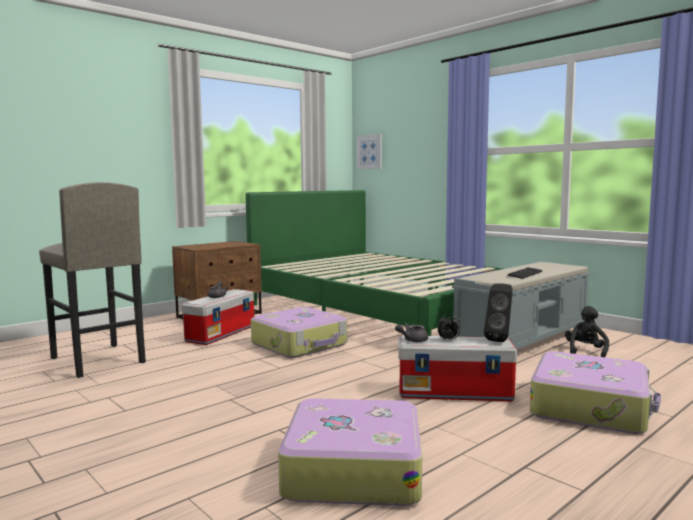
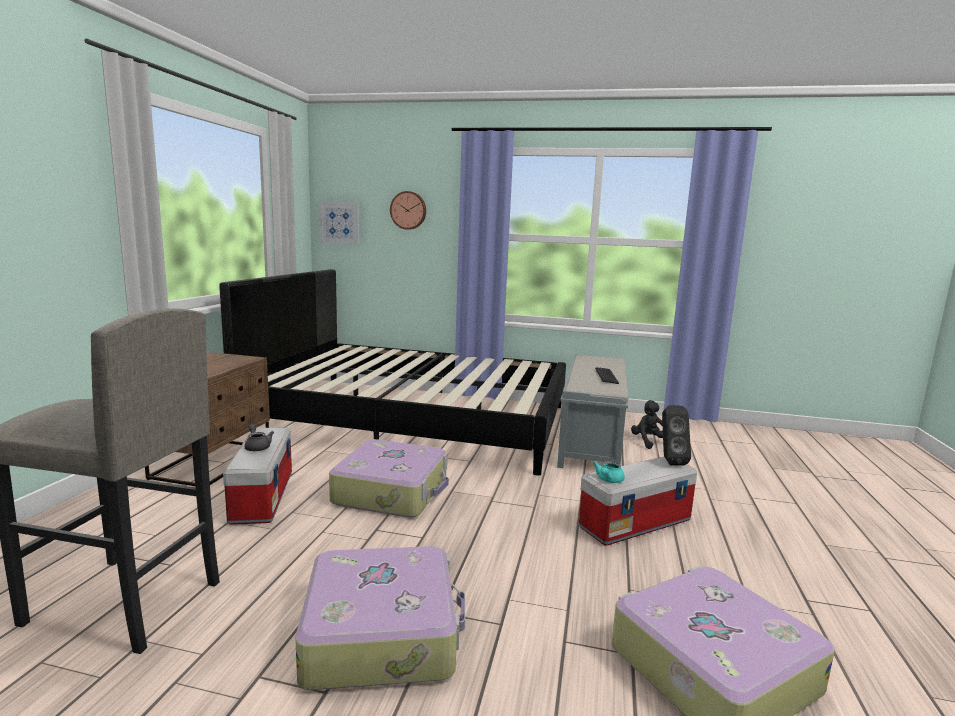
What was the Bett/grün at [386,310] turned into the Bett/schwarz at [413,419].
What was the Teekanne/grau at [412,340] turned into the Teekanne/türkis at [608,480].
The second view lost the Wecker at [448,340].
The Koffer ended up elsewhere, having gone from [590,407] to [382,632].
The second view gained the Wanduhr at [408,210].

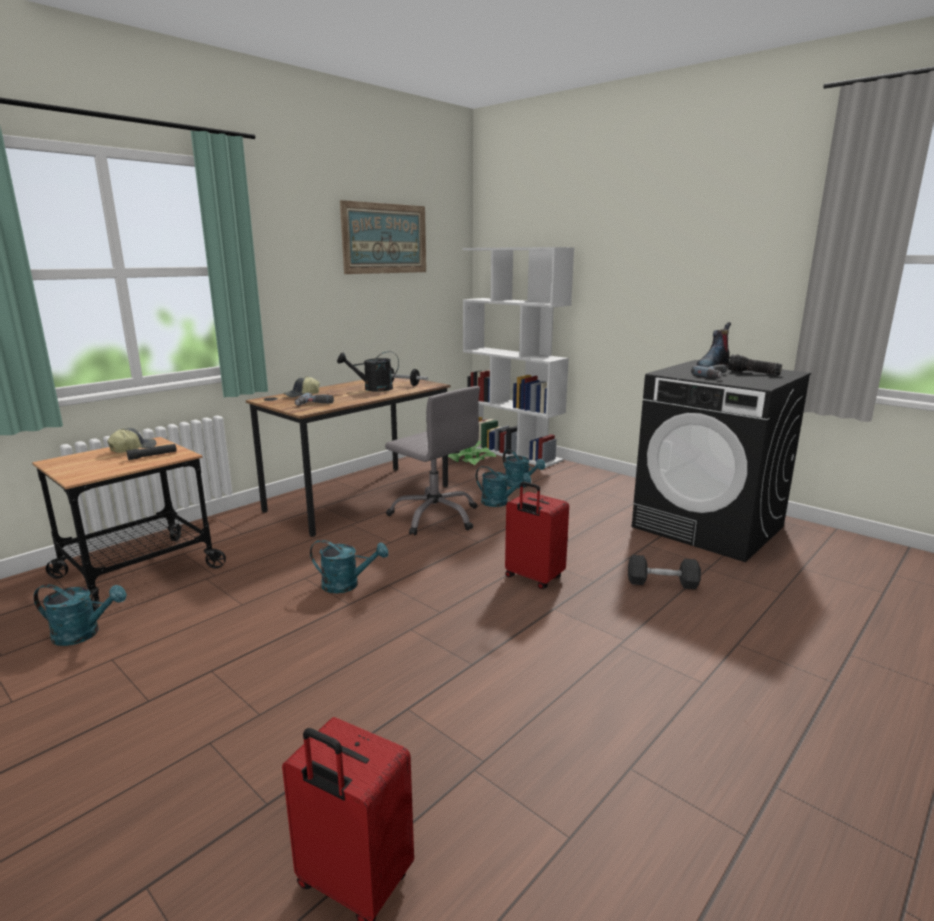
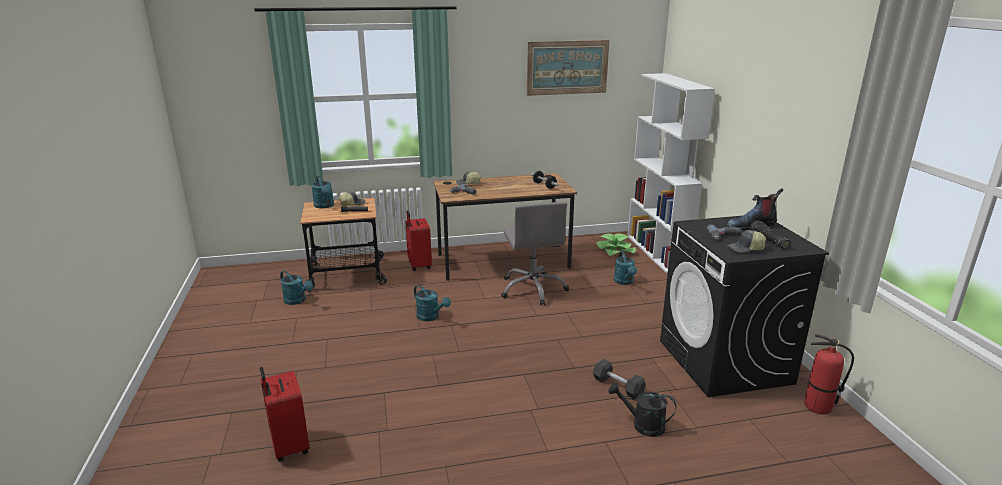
The Gießkanne/schwarz ended up elsewhere, having gone from [373,389] to [642,425].
The Gießkanne/türkis ended up elsewhere, having gone from [499,503] to [325,206].
The Koffer/rot ended up elsewhere, having gone from [533,578] to [418,265].
The second view gained the Kappe at [745,249].
The second view gained the Feuerlöscher at [817,407].

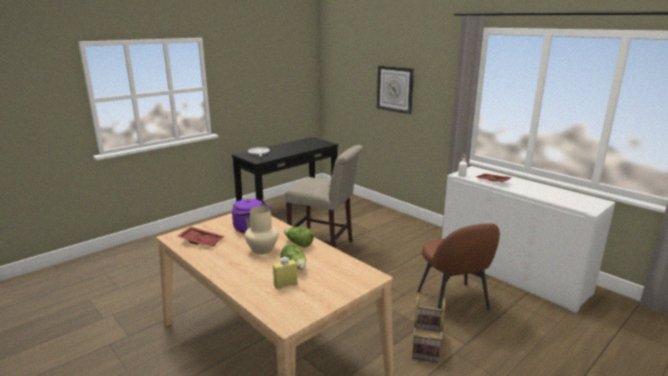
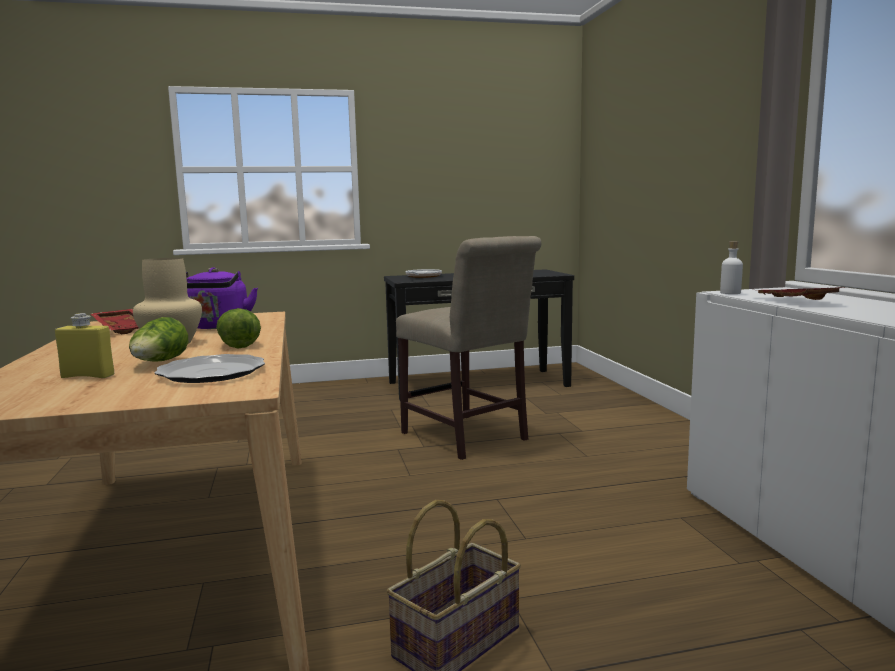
The second view lost the Wanduhr at [395,89].
The second view lost the Stuhl/braun at [453,301].
The second view gained the Teller at [211,372].

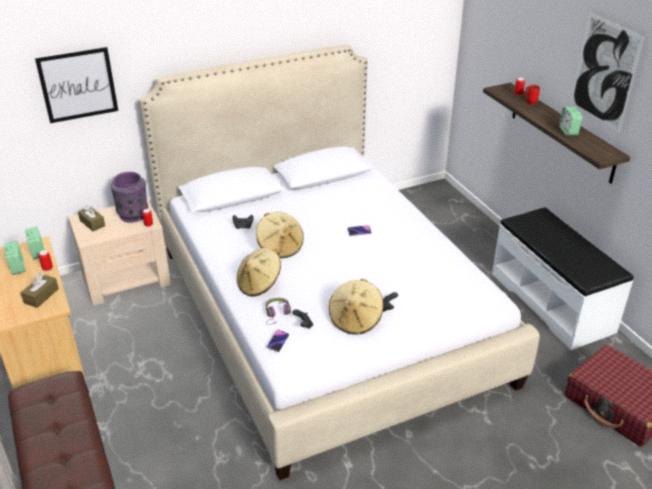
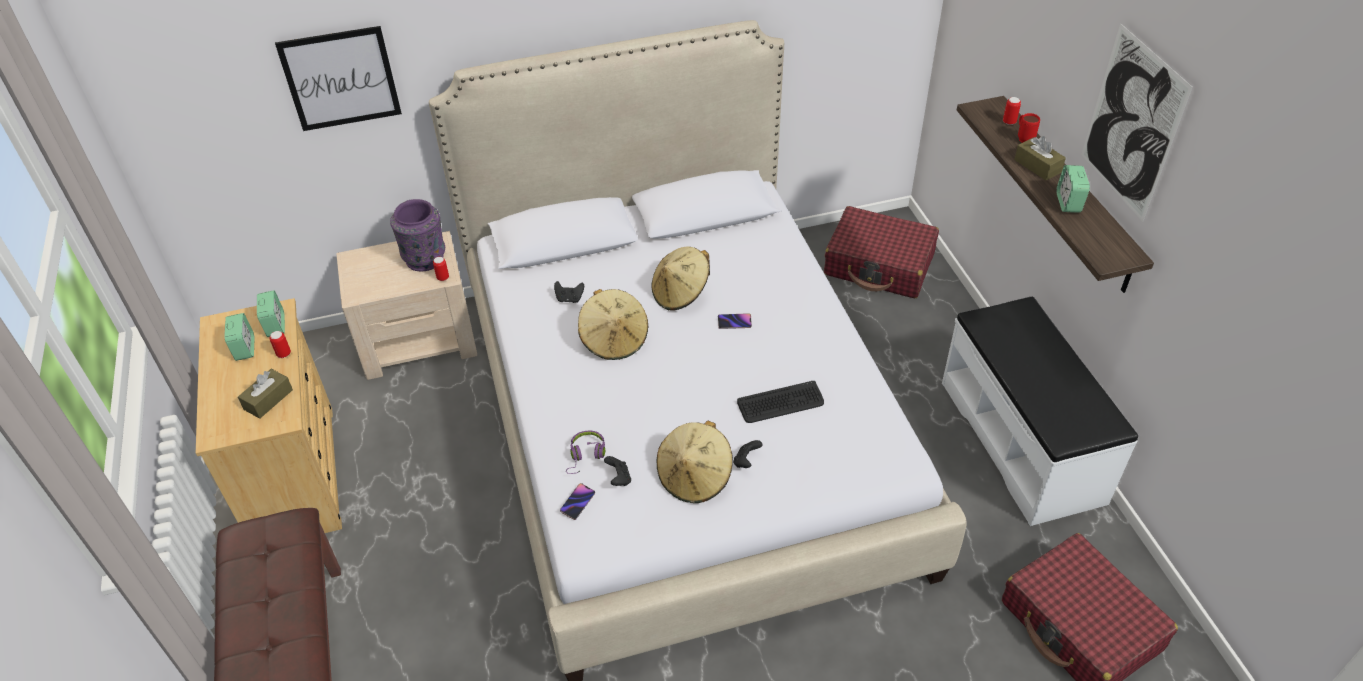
The Taschentuchbox/braun ended up elsewhere, having gone from [92,223] to [1037,166].
The Hut/beige ended up elsewhere, having gone from [259,284] to [680,293].
The second view gained the Tastatur at [780,403].
The second view gained the Koffer/rot at [879,265].

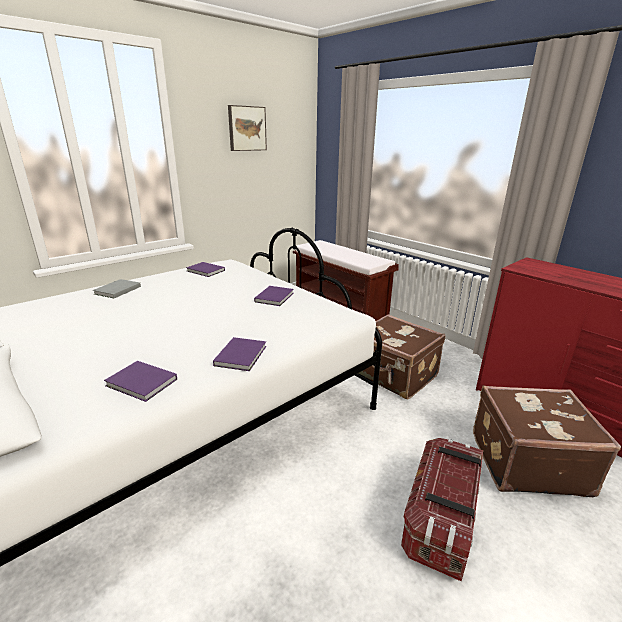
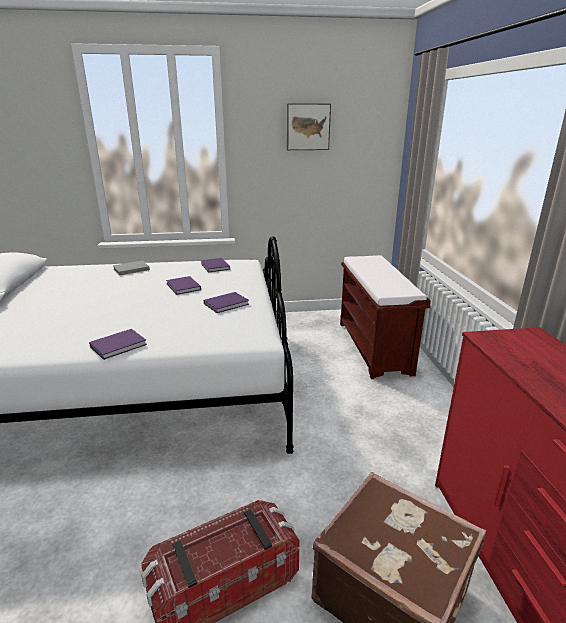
The Buch/lila ended up elsewhere, having gone from [142,383] to [183,287].
The second view lost the Koffer/braun at [394,375].

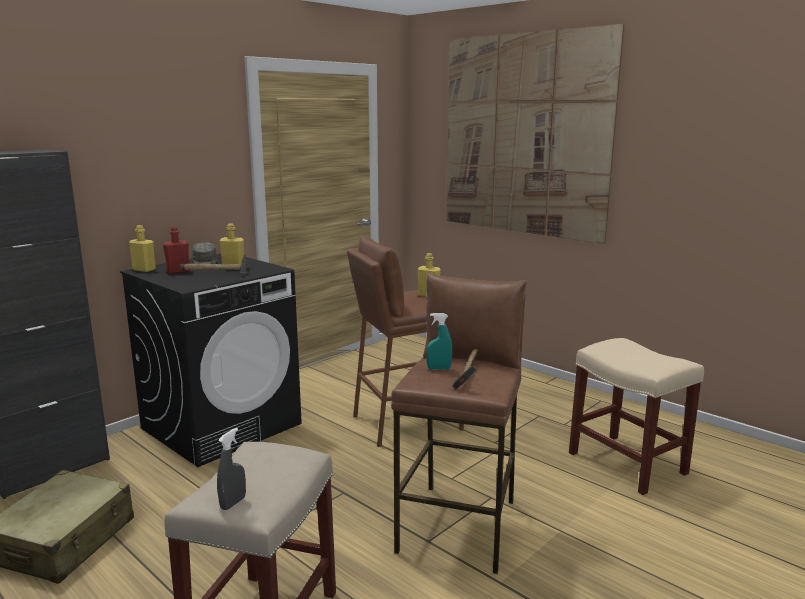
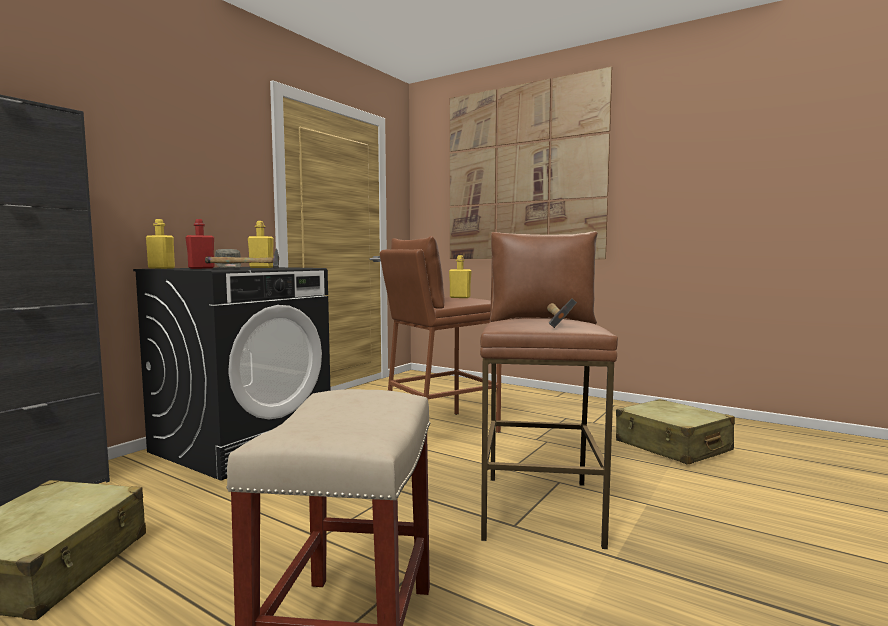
The second view lost the Sprühflasche/grau at [233,503].
The second view lost the Sprühflasche/türkis at [439,368].
Where the Hocker/beige stood at [628,464], the Koffer/beige came to stand at [672,446].

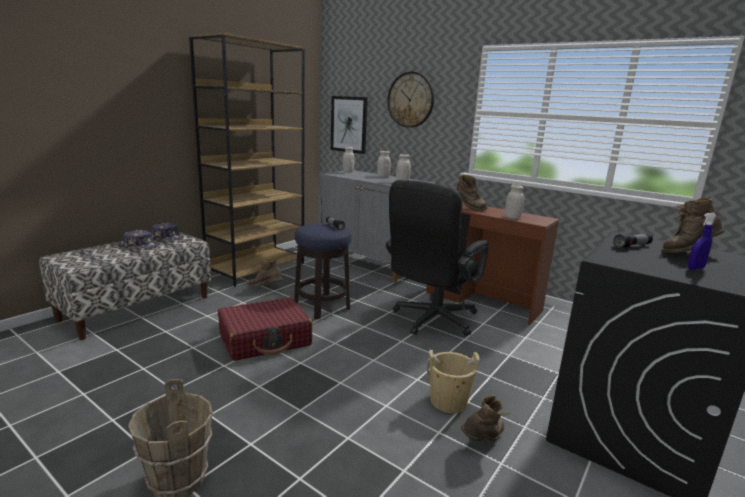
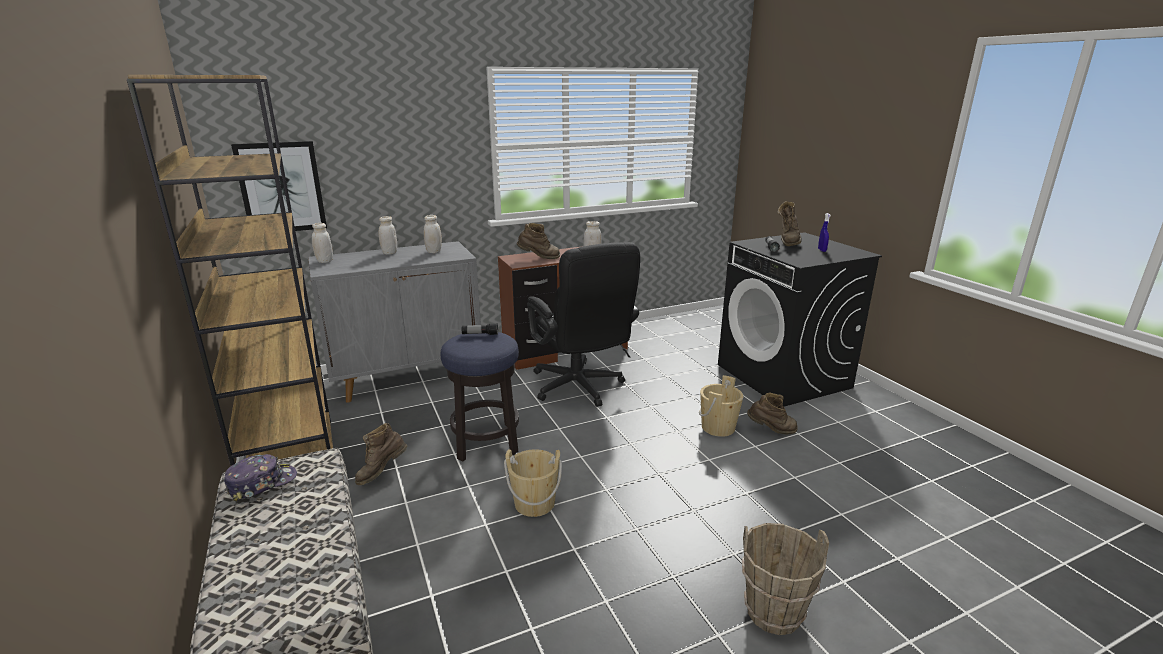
The second view lost the Kappe at [141,245].
Where the Koffer/rot stood at [265,339], the Eimer/beige came to stand at [534,503].
The second view lost the Wanduhr at [410,100].
The Stiefel/braun at [483,440] ended up facing another way, 105 degrees clockwise from before.

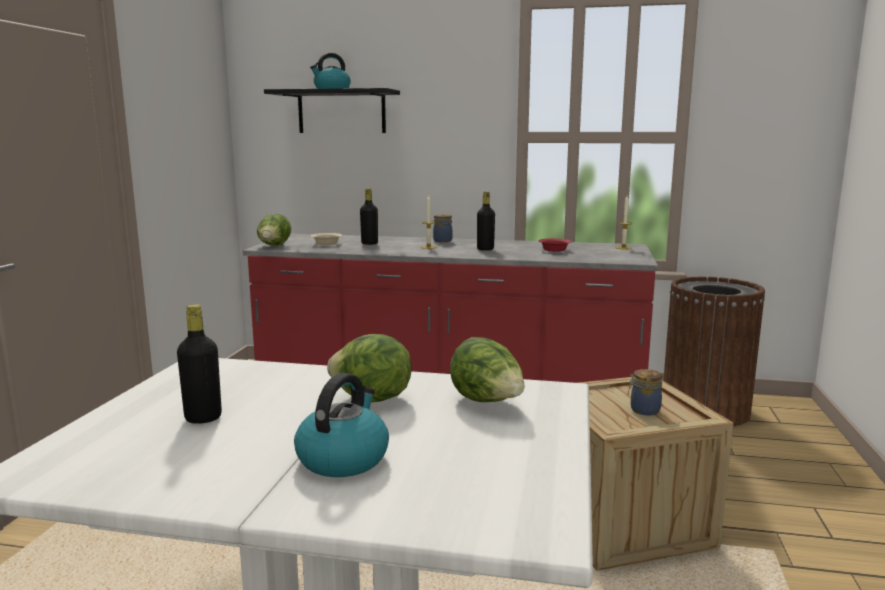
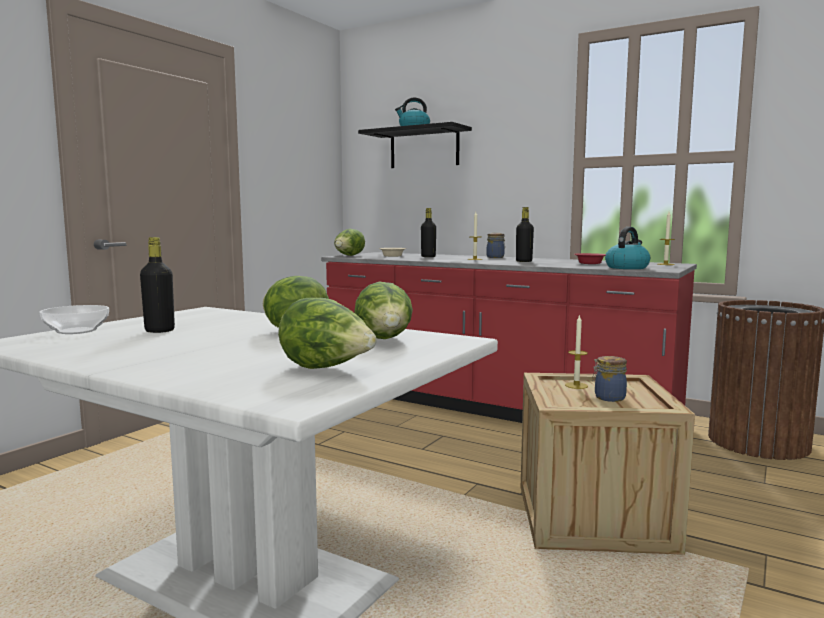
The Wasserkessel ended up elsewhere, having gone from [343,458] to [627,267].
The second view gained the Schüssel at [77,331].
The second view gained the Salatkopf at [327,369].
The second view gained the Kerze at [576,385].

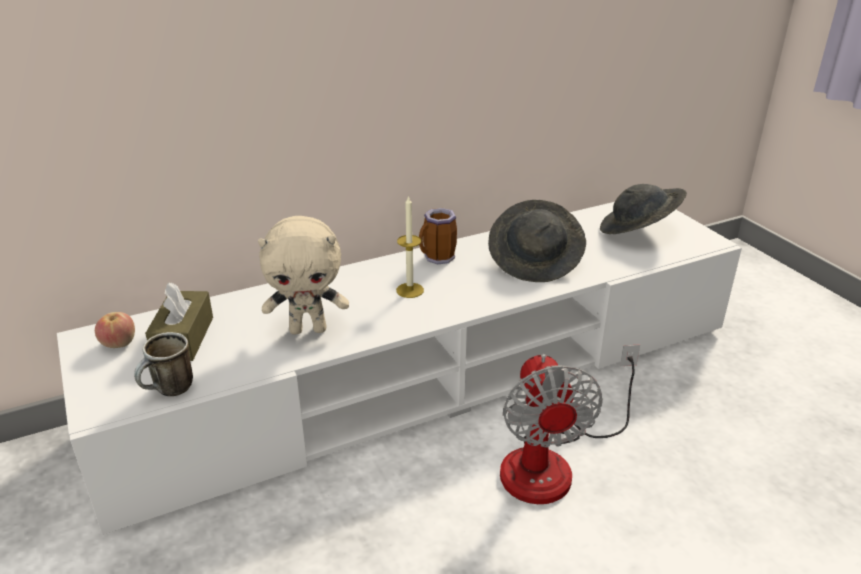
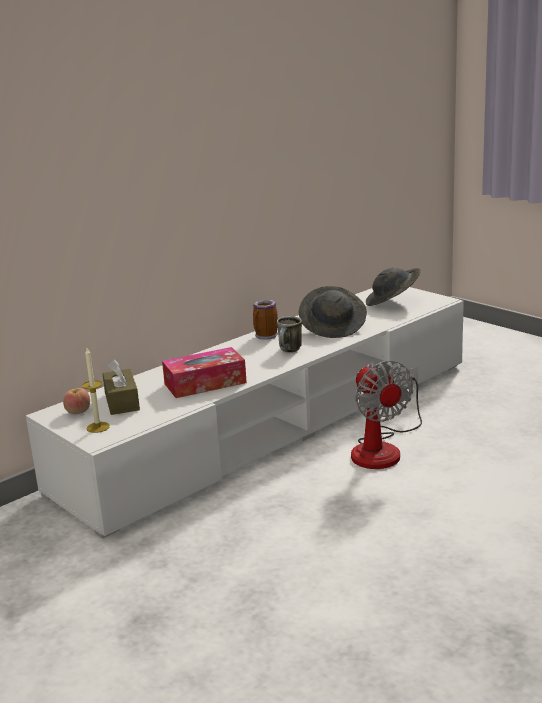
The Henkelbecher ended up elsewhere, having gone from [169,391] to [289,351].
Where the Plüschtier/beige stood at [308,329], the Taschentuchbox came to stand at [205,383].
The Kerze ended up elsewhere, having gone from [410,290] to [98,427].

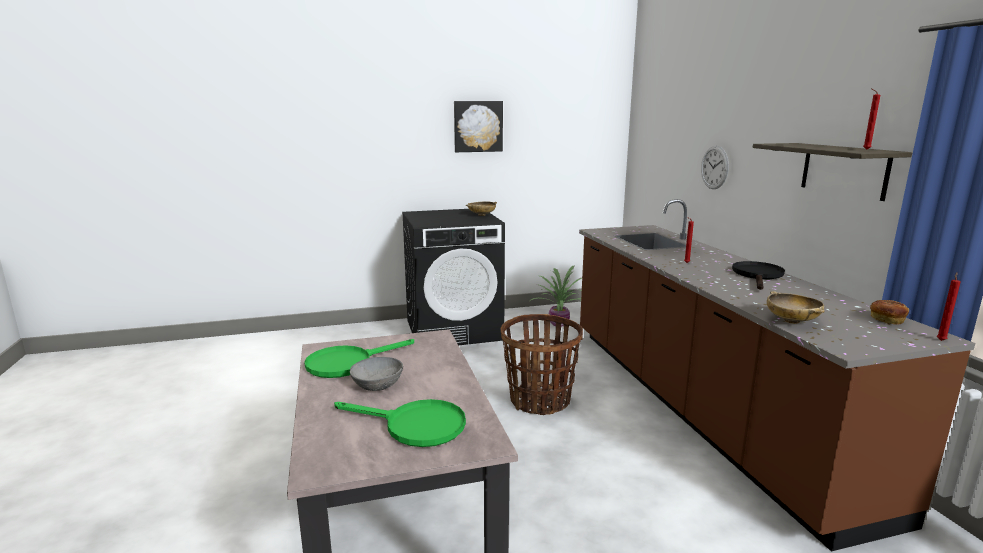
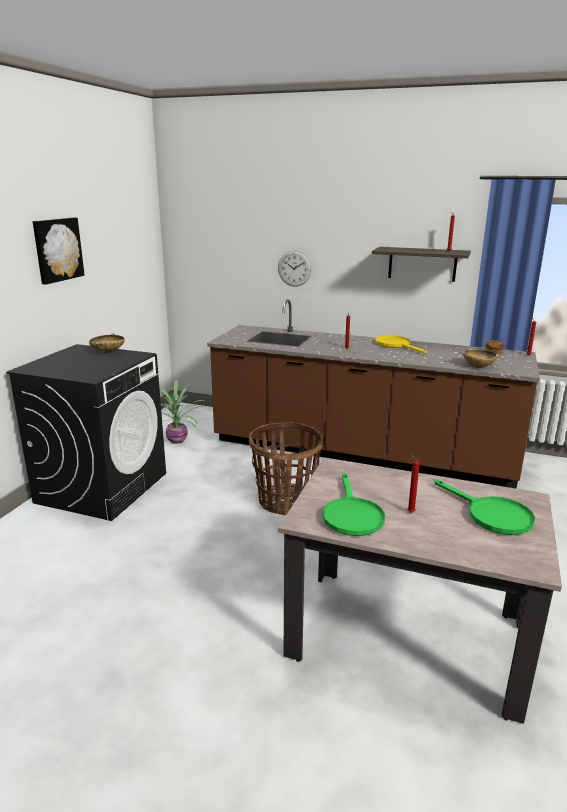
The Pfanne/grün at [415,426] ended up facing another way, 90 degrees clockwise from before.
Where the Schüssel/grau stood at [378,385], the Kerze/rot came to stand at [409,512].
What was the Pfanne/schwarz at [758,276] turned into the Pfanne/gelb at [396,345].

